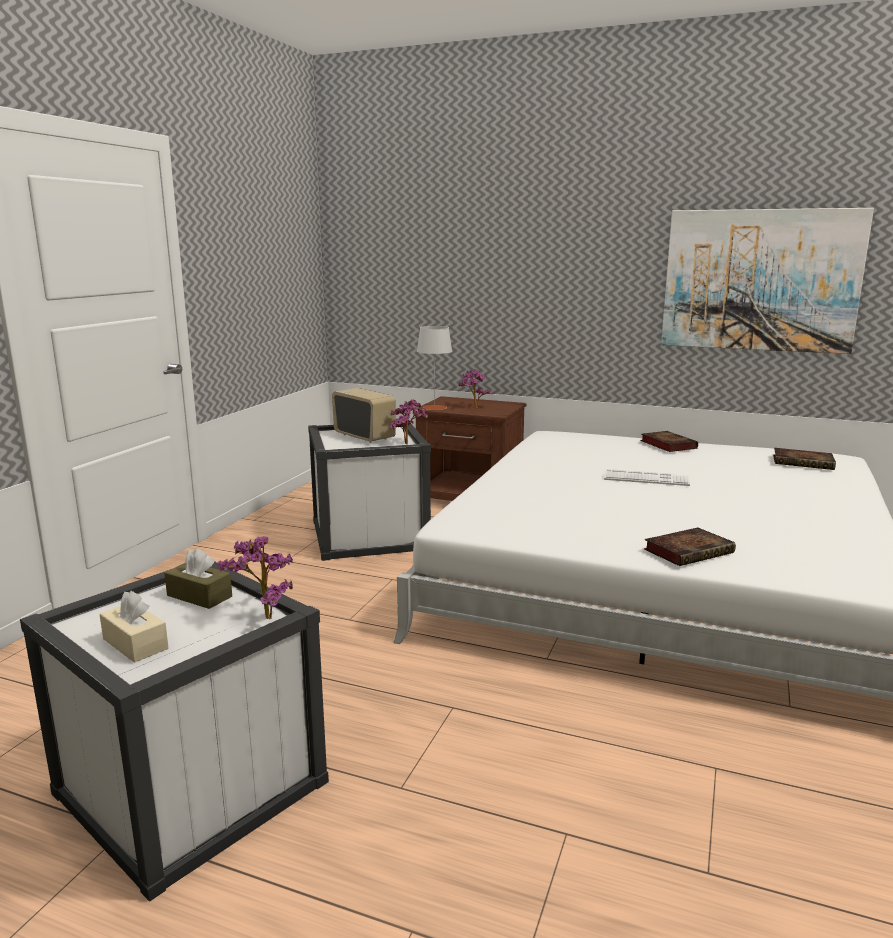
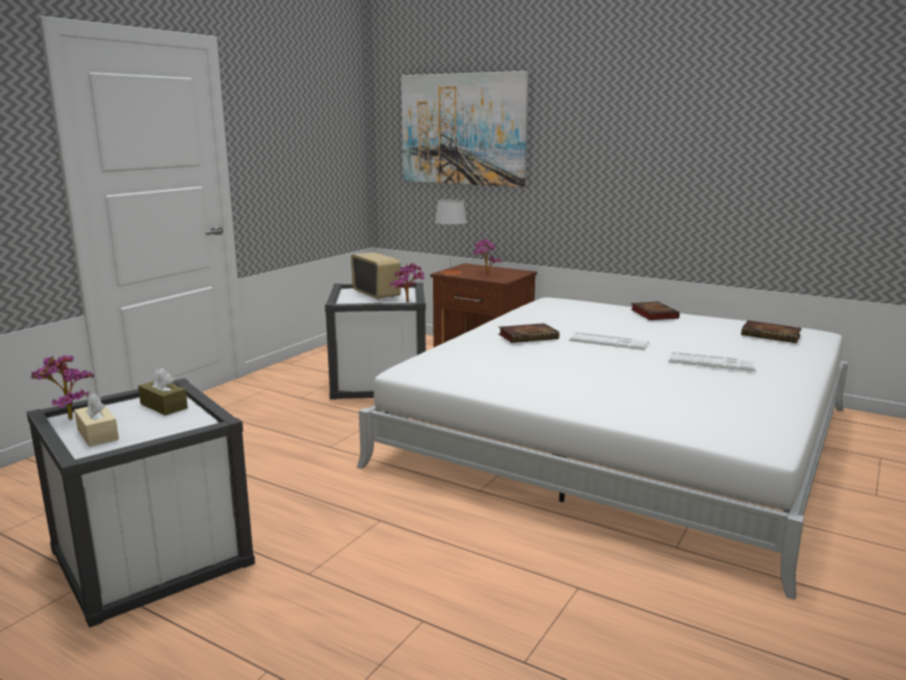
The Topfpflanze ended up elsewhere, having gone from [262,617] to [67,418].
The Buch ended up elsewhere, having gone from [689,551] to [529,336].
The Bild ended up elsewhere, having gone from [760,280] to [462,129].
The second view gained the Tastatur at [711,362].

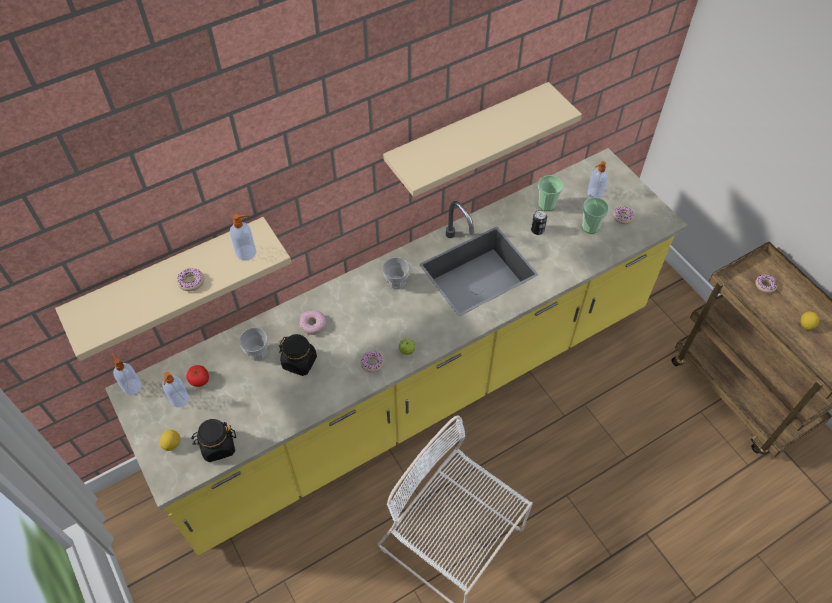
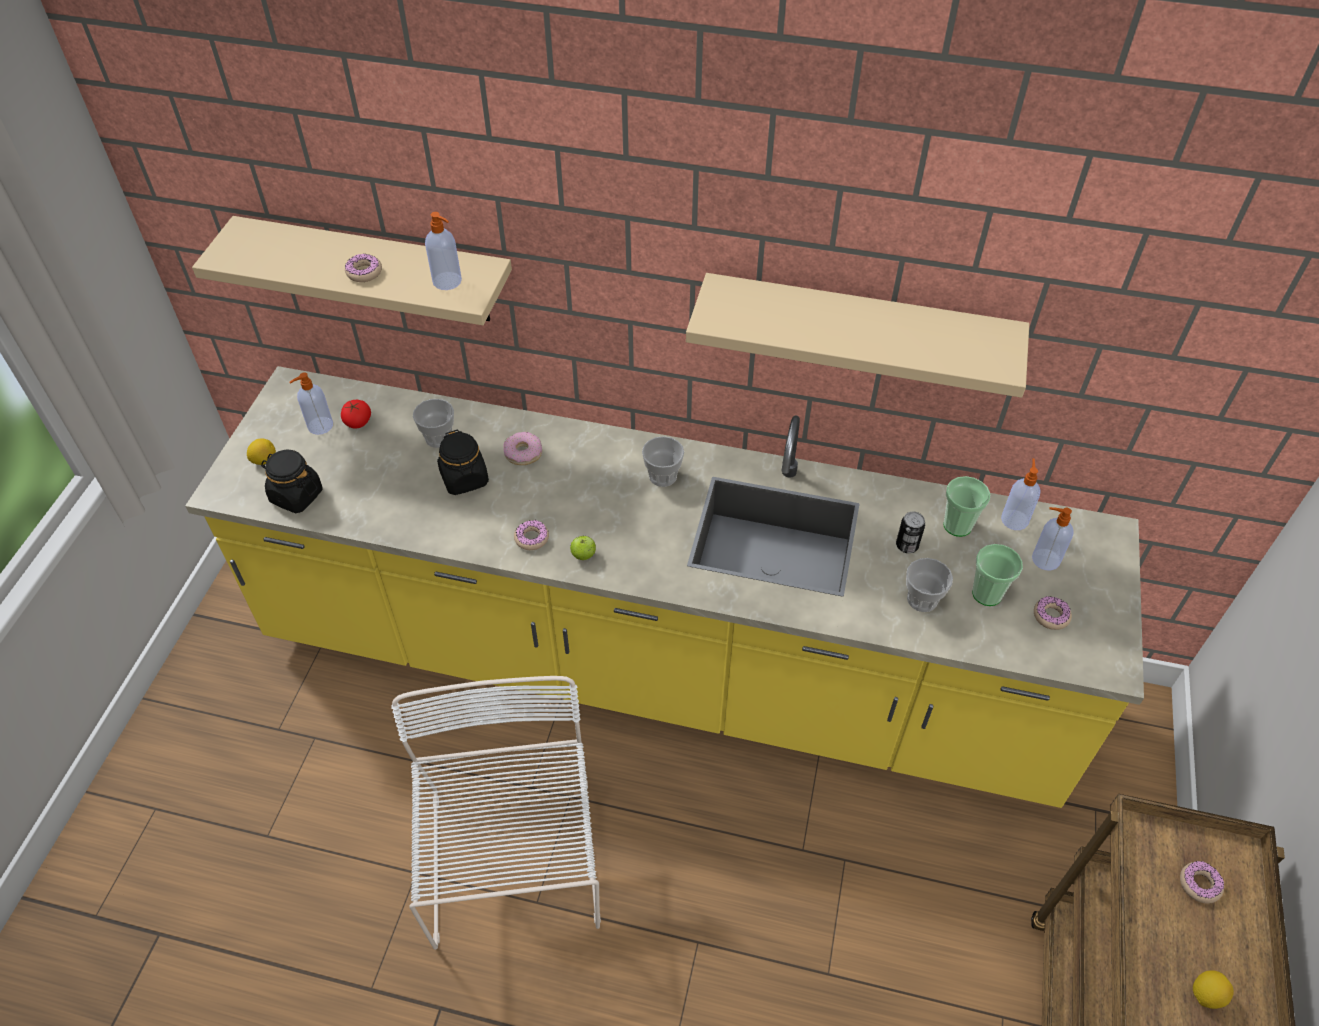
The Seifenspender ended up elsewhere, having gone from [132,386] to [1014,519].
The second view gained the Tasse at [922,599].

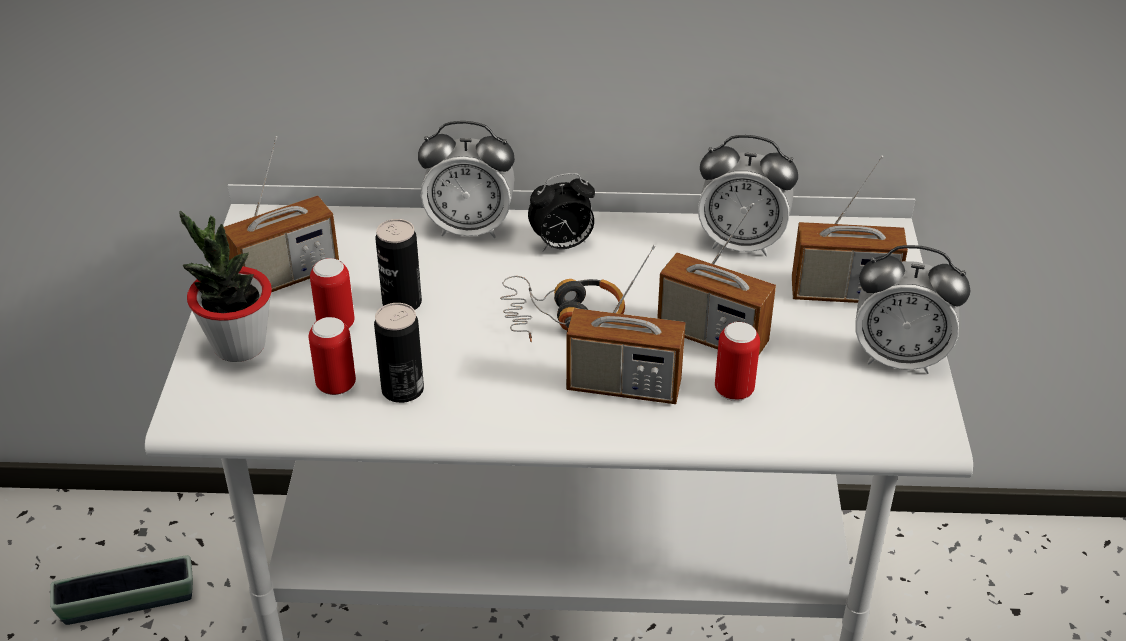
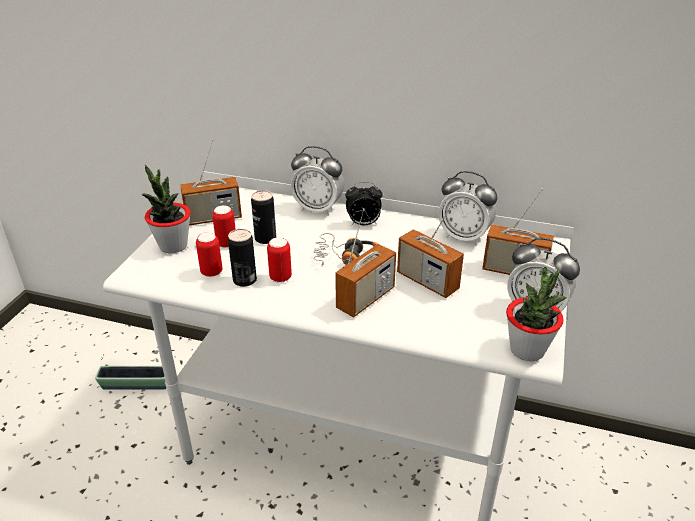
The Radio at [624,386] ended up facing another way, 75 degrees counterclockwise from before.
The Dose ended up elsewhere, having gone from [734,390] to [280,277].
The second view gained the Topfpflanze at [527,350].

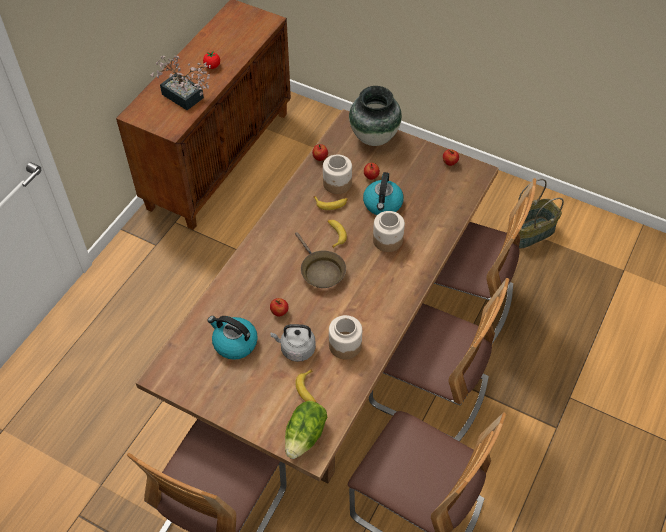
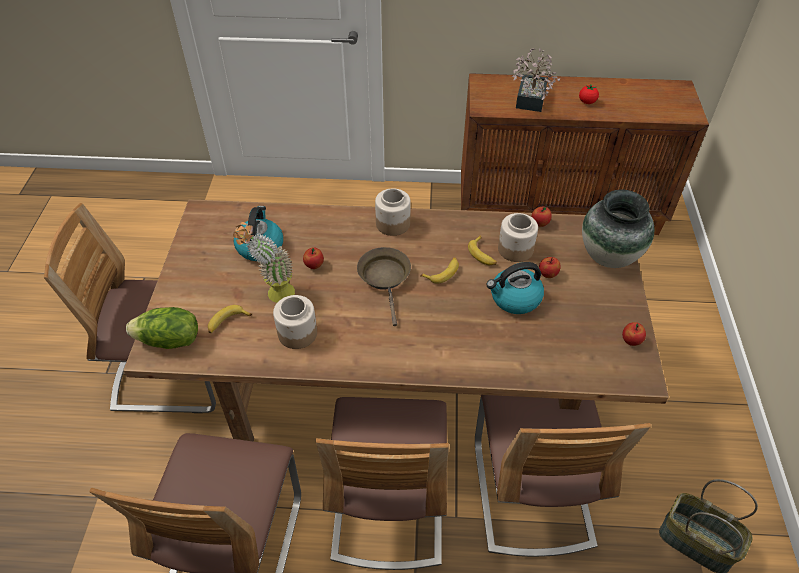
Where the Wasserkessel/grau stood at [296,349], the Topfpflanze came to stand at [274,294].
The Pfanne/braun at [320,271] ended up facing another way, 135 degrees clockwise from before.
The Vorratsglas ended up elsewhere, having gone from [387,240] to [392,224].

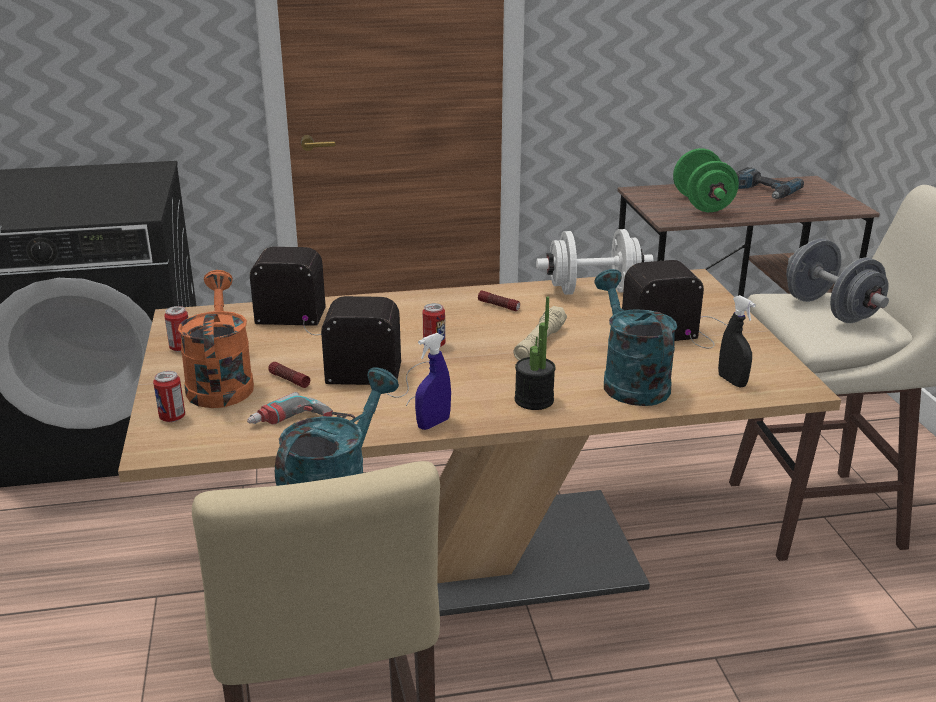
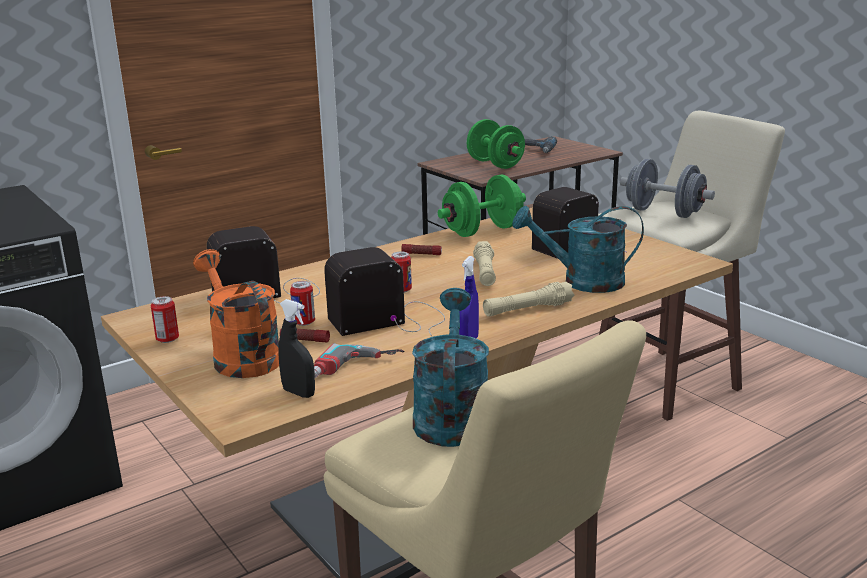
The Dose ended up elsewhere, having gone from [172,417] to [304,322].
Where the Topfpflanze stood at [534,400], the Taschenlampe/beige came to stand at [527,309].
What was the Hantel/weiß at [592,290] turned into the Hantel/grün at [482,231].
The Gießkanne/türkis at [630,381] ended up facing another way, 45 degrees counterclockwise from before.
The Sprühflasche/schwarz ended up elsewhere, having gone from [732,381] to [299,393].

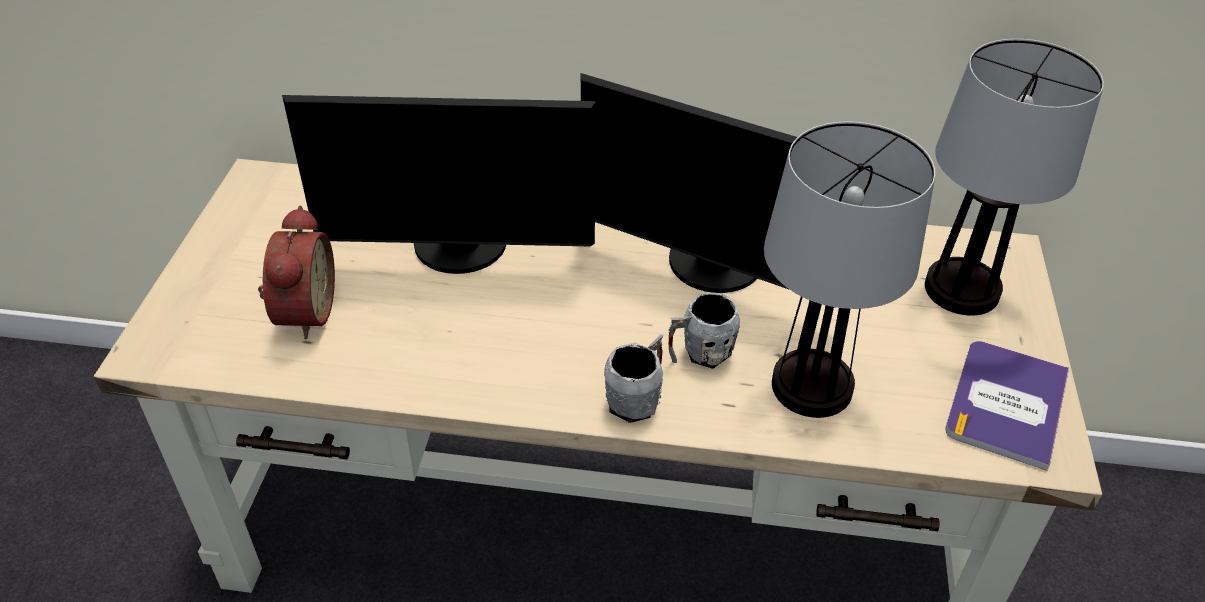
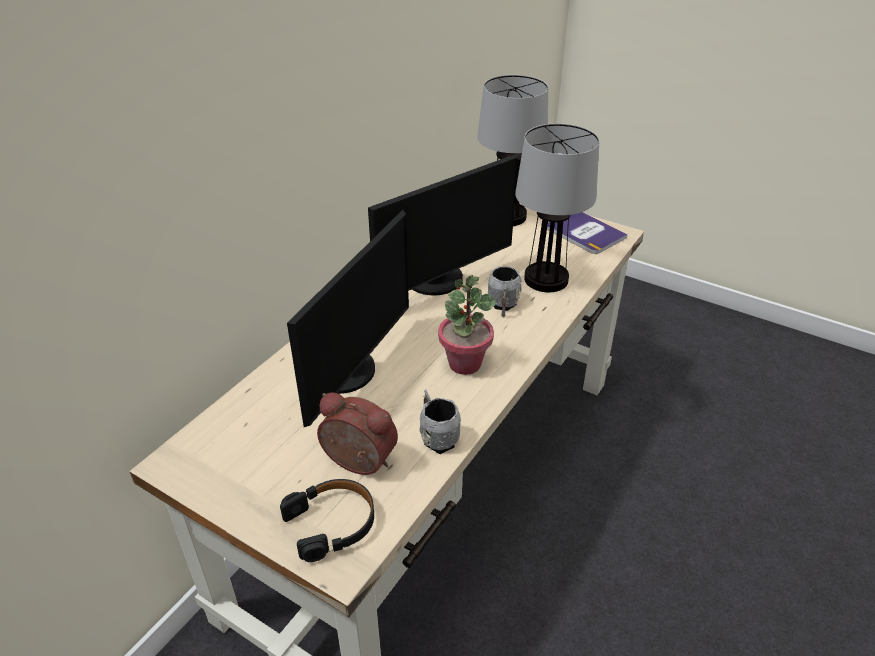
The Henkelbecher/grau ended up elsewhere, having gone from [637,399] to [437,437].
The second view gained the Kopfhörer/schwarz at [332,523].
The second view gained the Topfpflanze at [465,363].

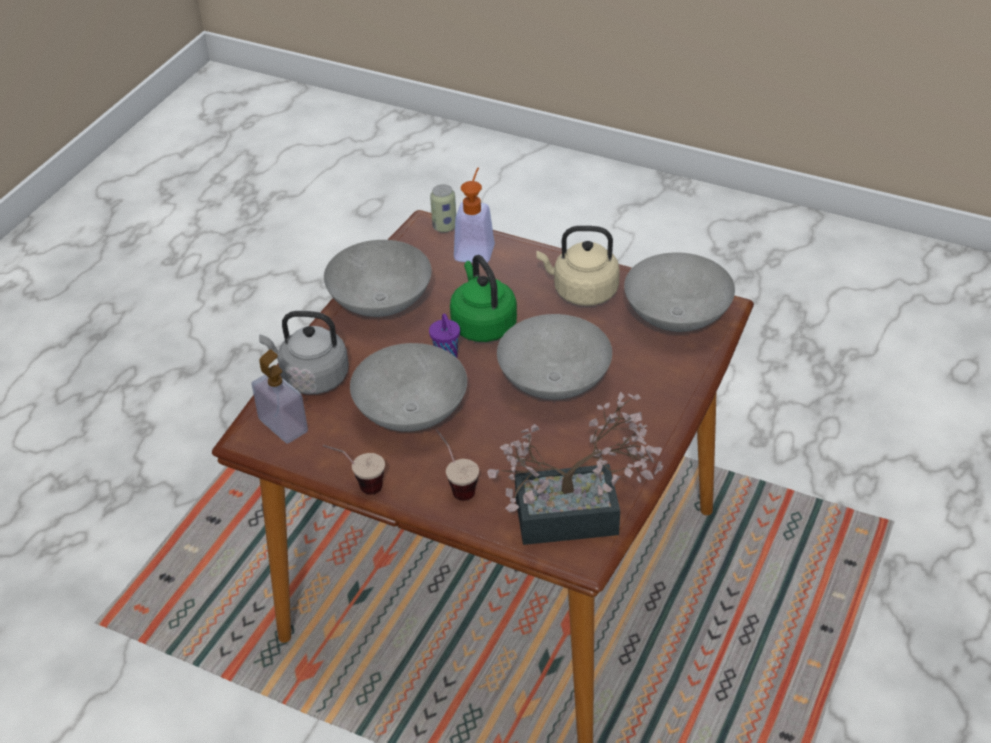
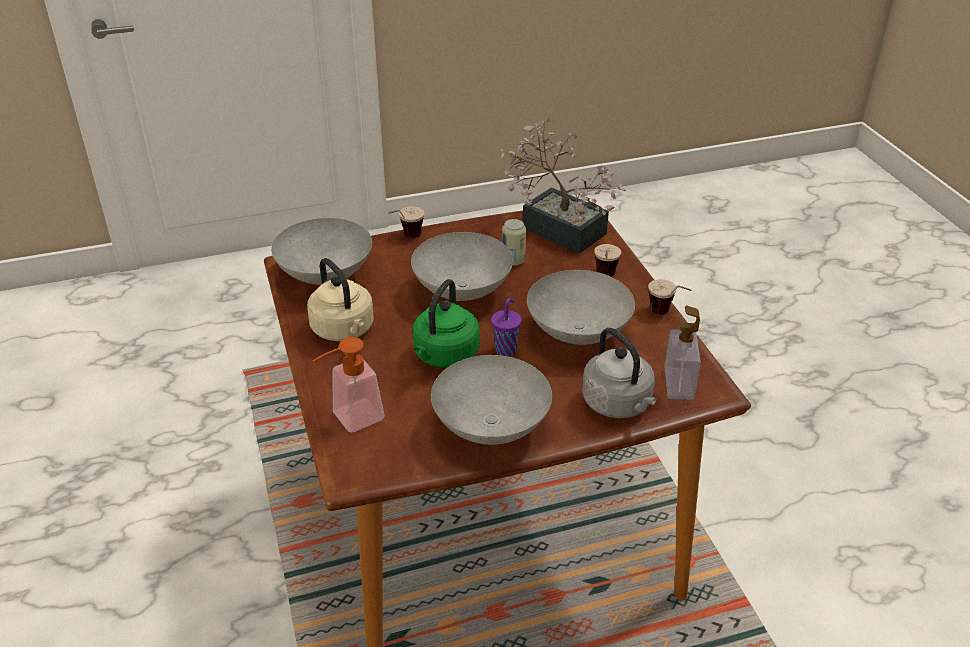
The Dose ended up elsewhere, having gone from [444,227] to [513,261].
The second view gained the Tasse at [406,238].

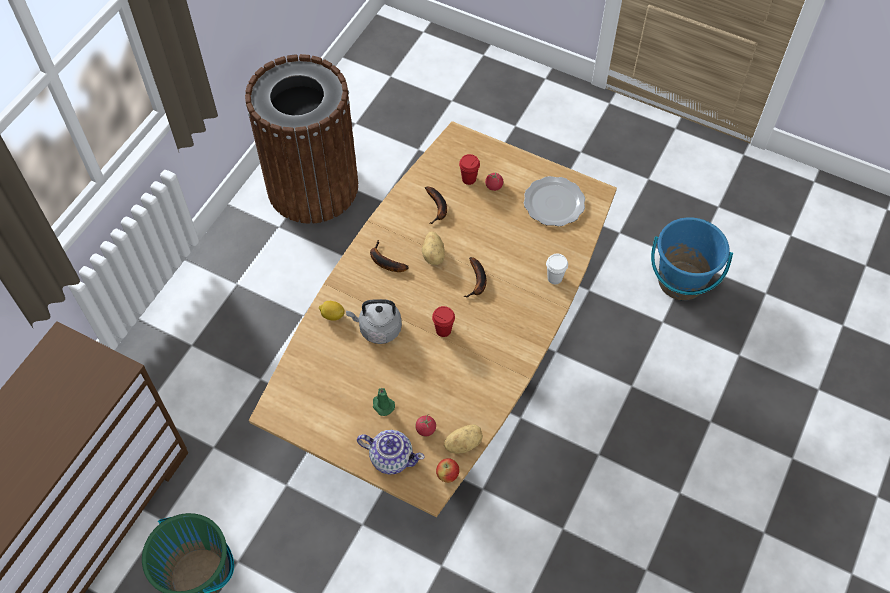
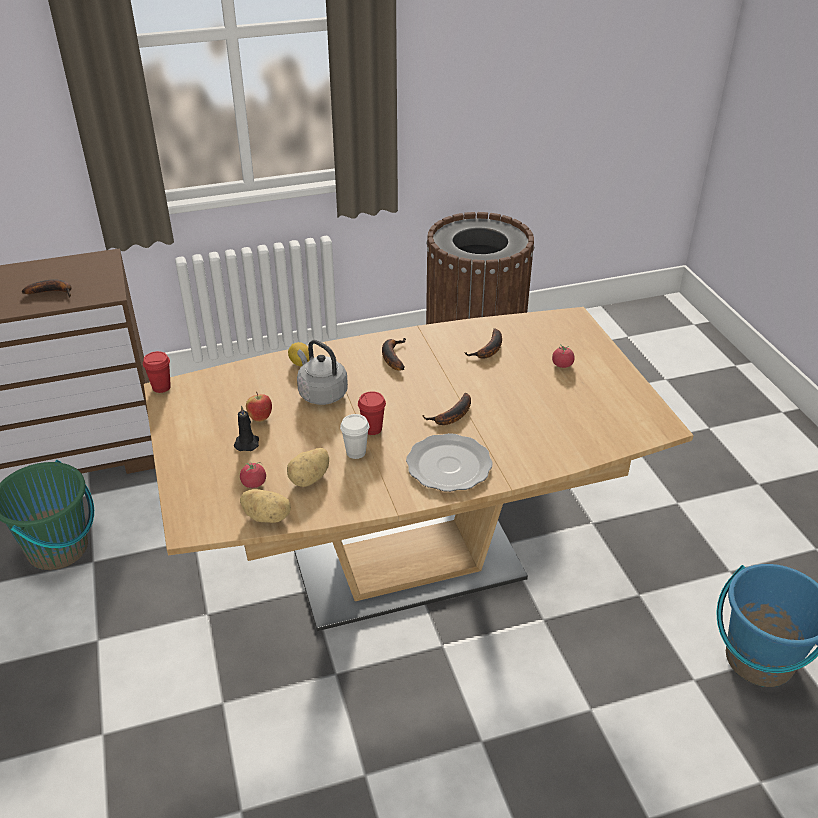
The second view lost the Teekanne at [391,457].
What was the Kerze/grün at [382,405] turned into the Kerze/schwarz at [247,443].
The Kartoffel ended up elsewhere, having gone from [434,255] to [310,479].
The Apfel ended up elsewhere, having gone from [447,475] to [260,418].
The Tasse/rot ended up elsewhere, having gone from [469,179] to [161,387].
The Teller ended up elsewhere, having gone from [554,203] to [449,466].
The Tasse/weiß ended up elsewhere, having gone from [554,278] to [356,452].
The second view gained the Banane at [53,292].

